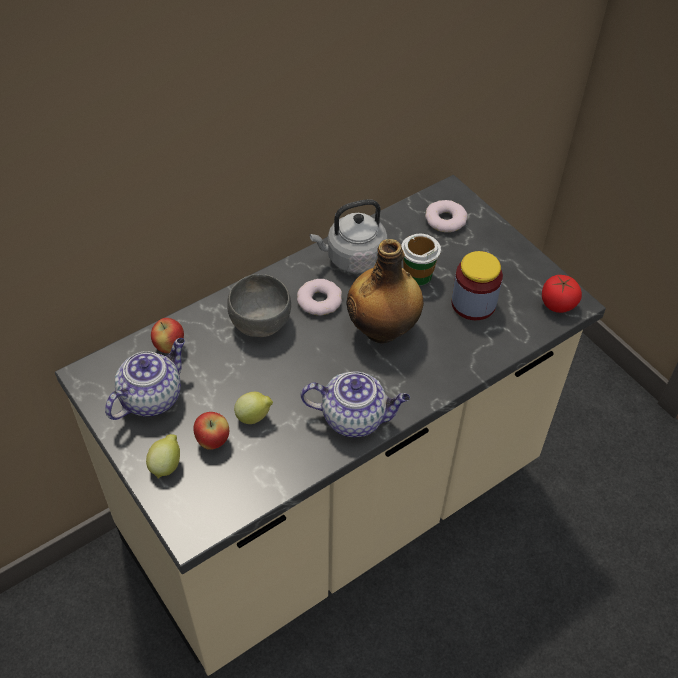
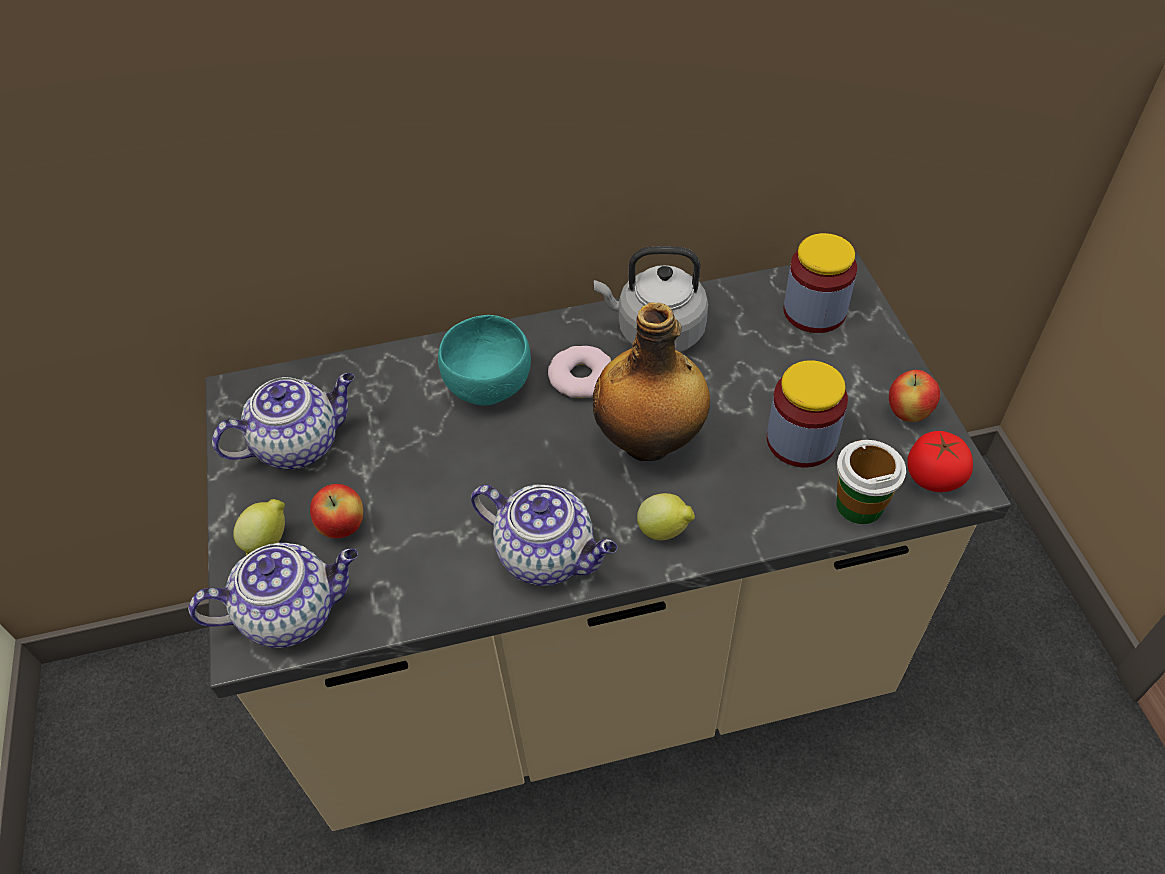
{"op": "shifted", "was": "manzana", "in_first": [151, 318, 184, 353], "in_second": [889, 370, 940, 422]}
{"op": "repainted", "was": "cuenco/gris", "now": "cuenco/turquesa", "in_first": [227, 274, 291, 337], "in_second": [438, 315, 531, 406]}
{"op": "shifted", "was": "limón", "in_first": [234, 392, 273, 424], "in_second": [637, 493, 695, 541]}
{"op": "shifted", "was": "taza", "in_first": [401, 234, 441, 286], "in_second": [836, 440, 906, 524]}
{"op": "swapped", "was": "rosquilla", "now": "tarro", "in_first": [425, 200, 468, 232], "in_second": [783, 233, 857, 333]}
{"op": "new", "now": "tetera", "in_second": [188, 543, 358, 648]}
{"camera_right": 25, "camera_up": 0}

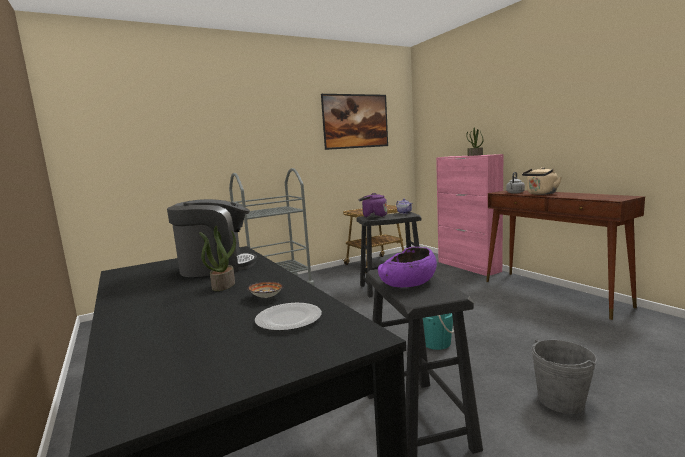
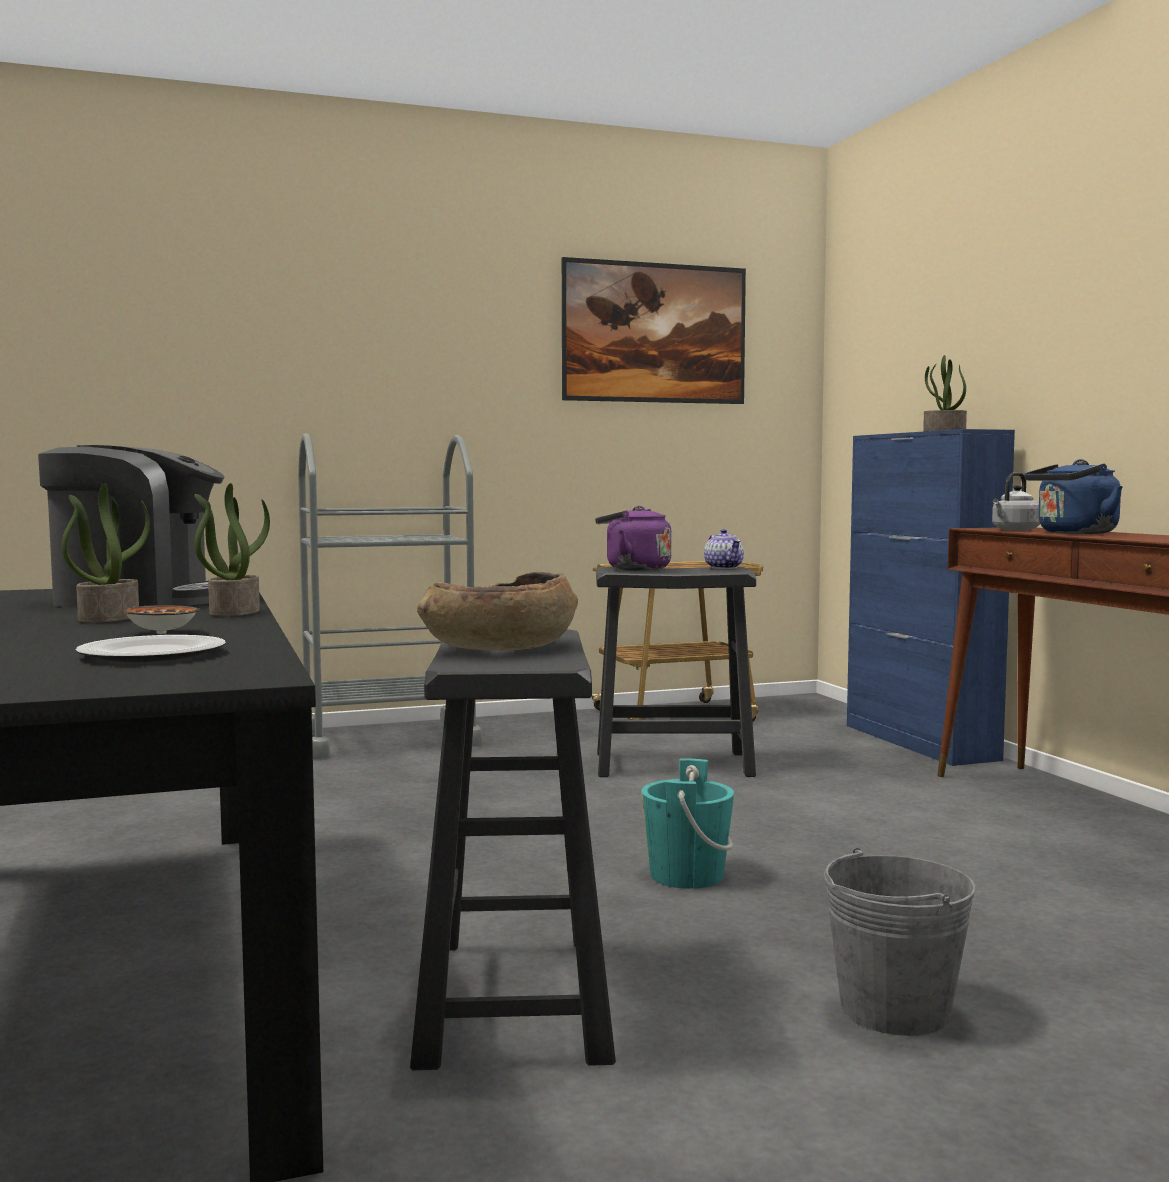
{"op": "repainted", "was": "cuenco/morado", "now": "cuenco/marrón", "in_first": [378, 247, 437, 287], "in_second": [417, 572, 578, 651]}
{"op": "repainted", "was": "armario/rosa", "now": "armario/azul", "in_first": [436, 154, 504, 276], "in_second": [847, 429, 1015, 766]}
{"op": "repainted", "was": "hervidor/beis", "now": "hervidor/azul", "in_first": [522, 167, 562, 195], "in_second": [1024, 459, 1123, 534]}
{"op": "new", "now": "planta en maceta", "in_second": [194, 483, 270, 617]}
{"camera_right": 10, "camera_up": -5}

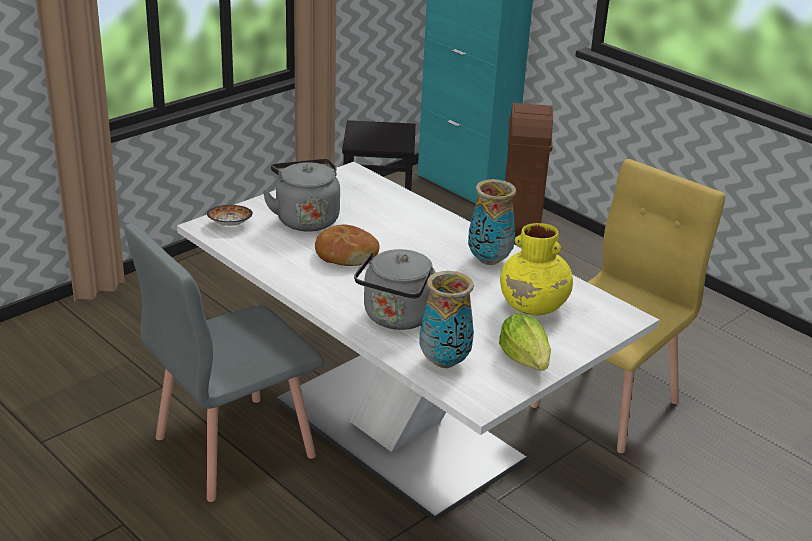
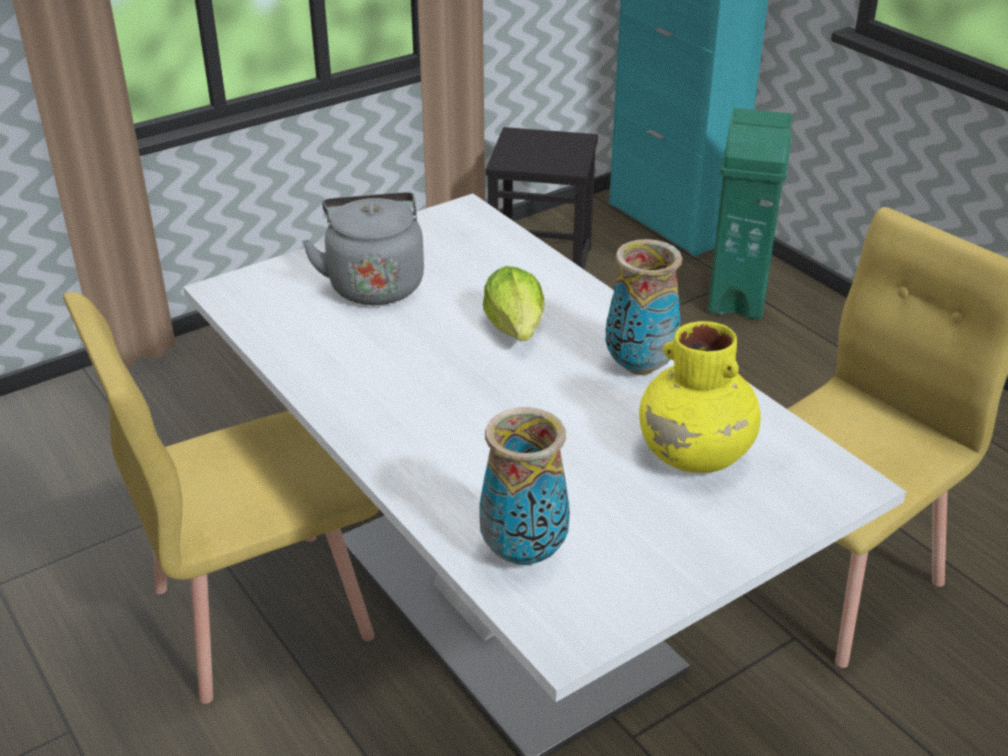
{"op": "repainted", "was": "silla/gris", "now": "silla/amarillo", "in_first": [124, 224, 325, 502], "in_second": [63, 292, 379, 704]}
{"op": "gone", "was": "cuenco", "in_first": [207, 205, 253, 226]}
{"op": "gone", "was": "pan", "in_first": [315, 225, 380, 266]}
{"op": "gone", "was": "hervidor/gris", "in_first": [354, 249, 436, 330]}
{"op": "shifted", "was": "lechuga", "in_first": [499, 314, 551, 371], "in_second": [483, 266, 545, 341]}
{"op": "repainted", "was": "papelera/marrón", "now": "papelera/verde", "in_first": [505, 103, 553, 245], "in_second": [708, 108, 793, 320]}
{"camera_right": 10, "camera_up": 5}

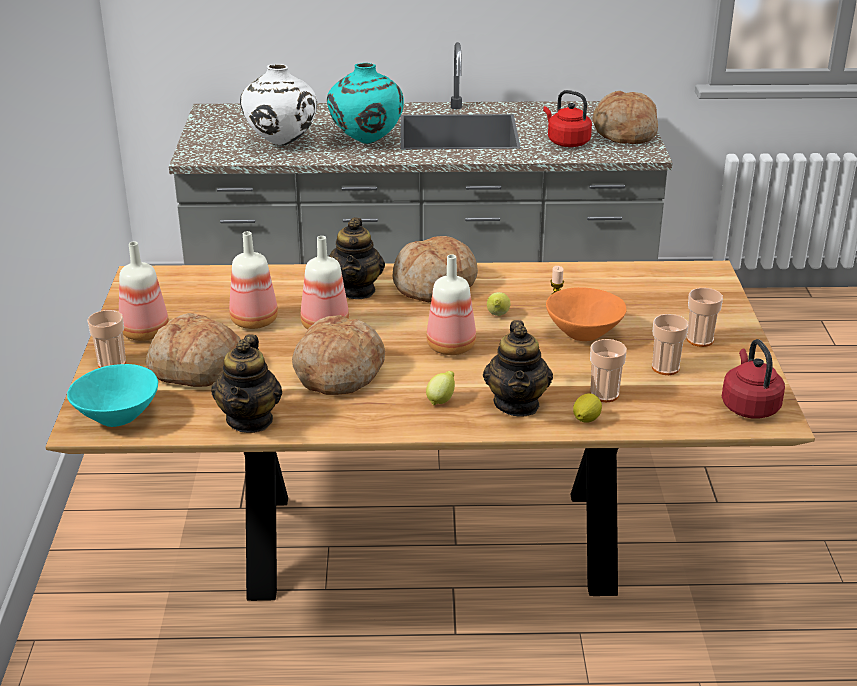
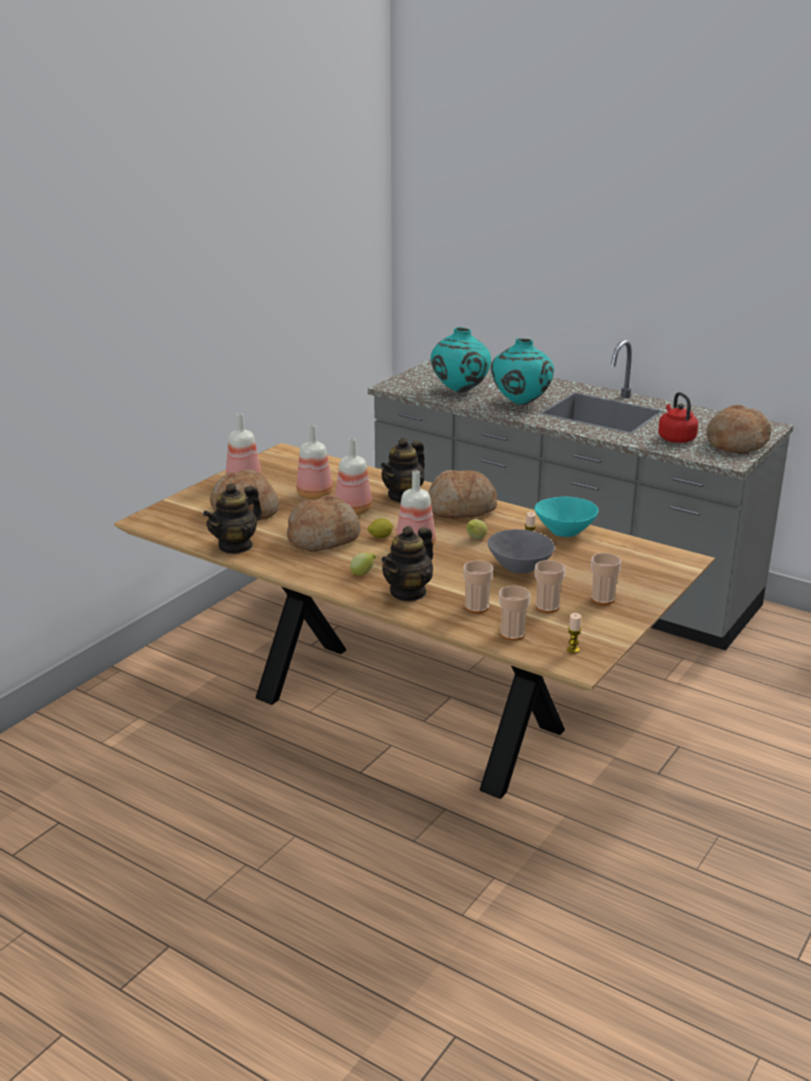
{"op": "shifted", "was": "cuenco/turquesa", "in_first": [67, 364, 158, 427], "in_second": [534, 497, 598, 537]}
{"op": "shifted", "was": "taza", "in_first": [87, 310, 126, 368], "in_second": [499, 586, 530, 641]}
{"op": "repainted", "was": "florero/blanco", "now": "florero/turquesa", "in_first": [240, 64, 317, 146], "in_second": [431, 327, 491, 393]}
{"op": "repainted", "was": "cuenco/naranja", "now": "cuenco/gris", "in_first": [546, 287, 627, 341], "in_second": [488, 529, 555, 574]}
{"op": "shifted", "was": "limón", "in_first": [573, 393, 602, 423], "in_second": [368, 518, 393, 538]}
{"op": "swapped", "was": "hervidor/rojo", "now": "vela", "in_first": [722, 339, 785, 419], "in_second": [566, 613, 582, 653]}
{"camera_right": 35, "camera_up": -5}

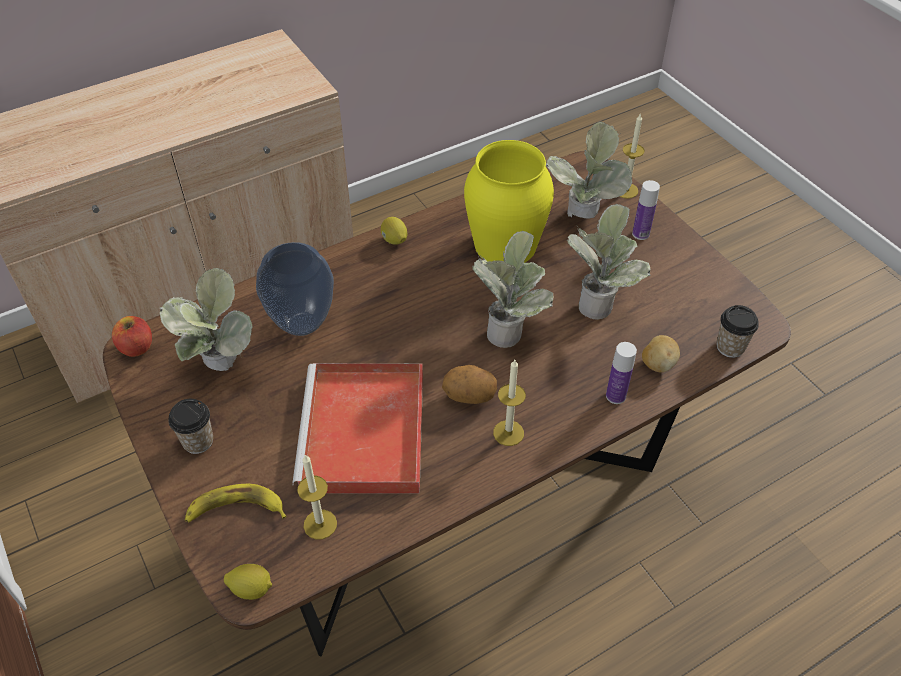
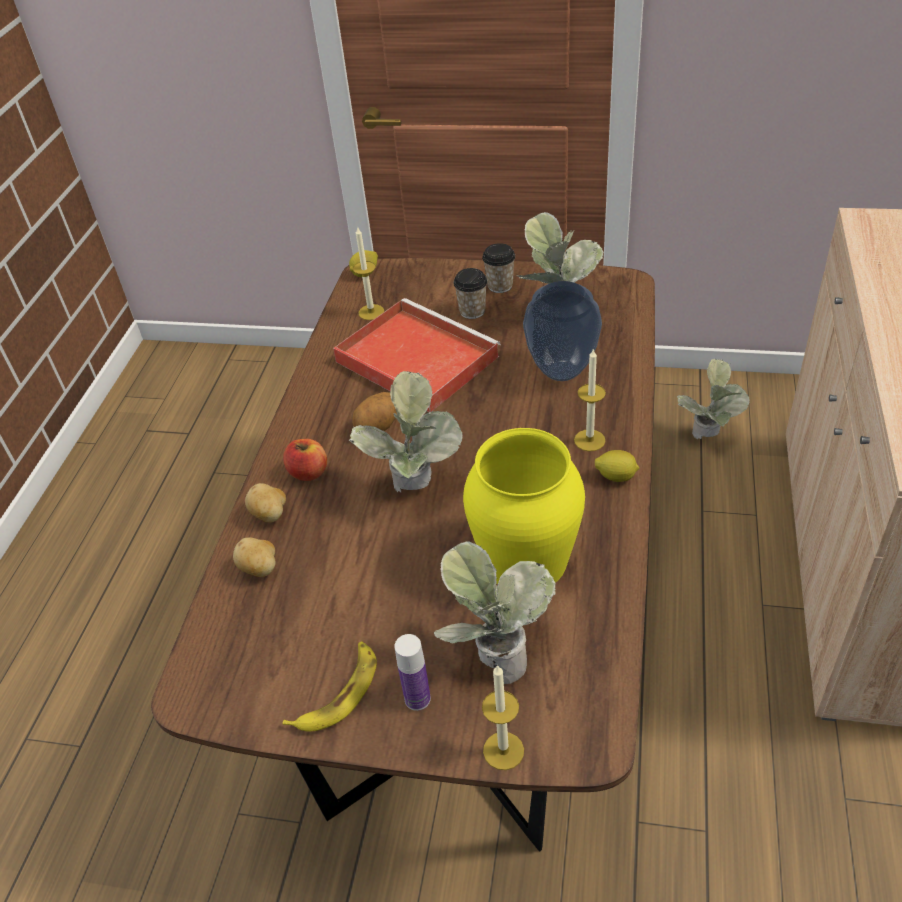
{"op": "shifted", "was": "manzana", "in_first": [112, 316, 152, 357], "in_second": [283, 439, 327, 481]}
{"op": "shifted", "was": "plátano", "in_first": [185, 484, 287, 522], "in_second": [282, 641, 377, 732]}
{"op": "shifted", "was": "vela", "in_first": [493, 360, 526, 446], "in_second": [574, 348, 606, 451]}
{"op": "shifted", "was": "planta en maceta", "in_first": [567, 204, 651, 319], "in_second": [677, 359, 750, 439]}
{"op": "swapped", "was": "botella", "now": "patata", "in_first": [606, 342, 637, 404], "in_second": [245, 483, 286, 523]}
{"op": "shifted", "was": "taza", "in_first": [716, 305, 759, 358], "in_second": [453, 268, 488, 319]}
{"camera_right": 135, "camera_up": -5}

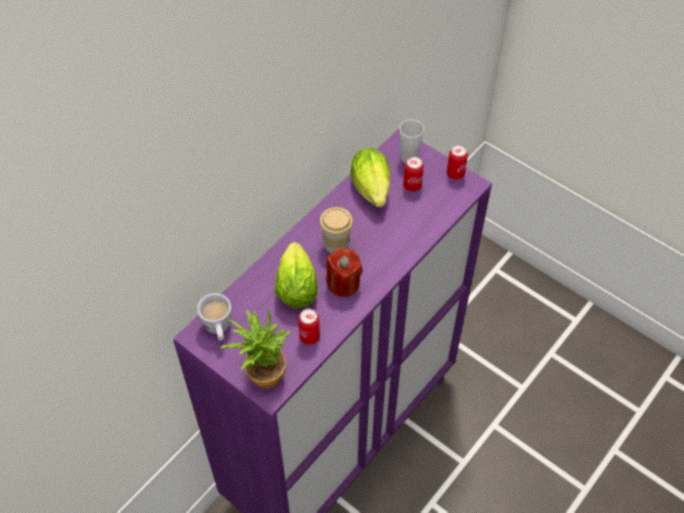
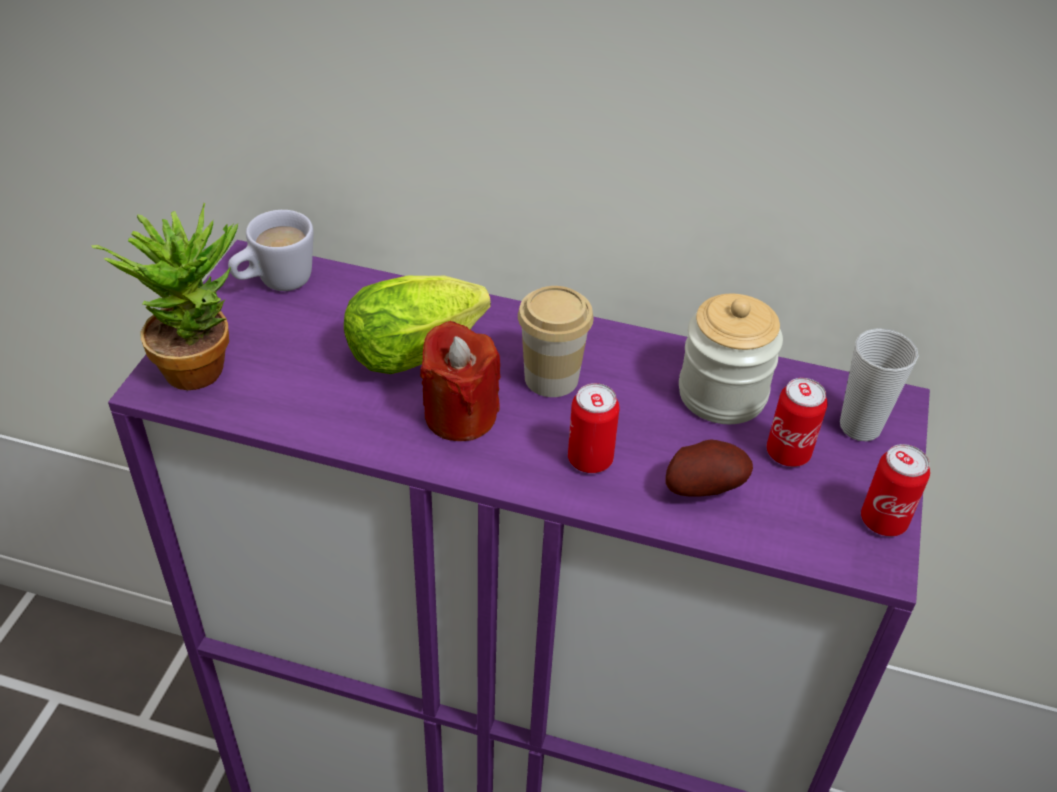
{"op": "shifted", "was": "lata", "in_first": [298, 309, 320, 345], "in_second": [568, 383, 620, 473]}
{"op": "swapped", "was": "lechuga", "now": "tarro", "in_first": [350, 148, 390, 207], "in_second": [679, 294, 783, 424]}
{"op": "new", "now": "patata", "in_second": [665, 439, 753, 497]}
{"camera_right": 65, "camera_up": -10}

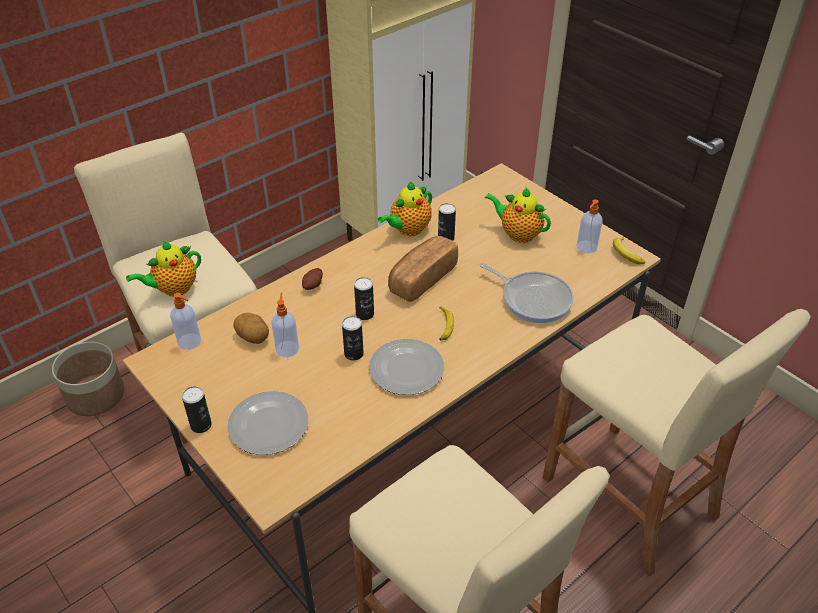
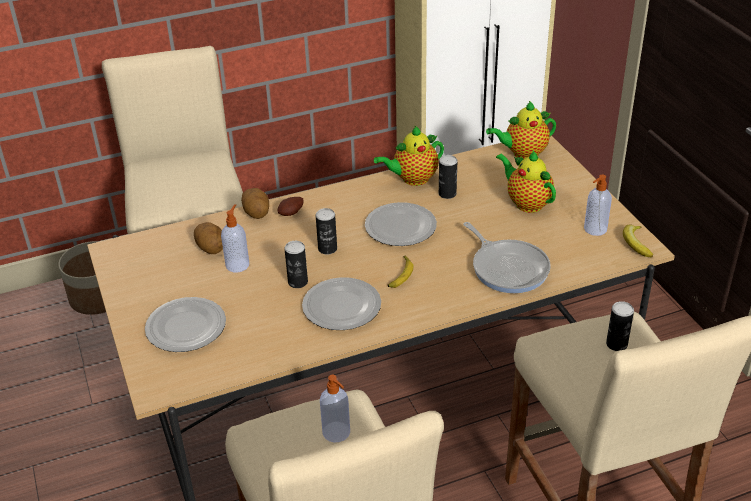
{"op": "shifted", "was": "tetera", "in_first": [126, 241, 201, 297], "in_second": [486, 101, 556, 159]}
{"op": "shifted", "was": "dispensador de jabón", "in_first": [170, 293, 201, 350], "in_second": [320, 375, 350, 443]}
{"op": "shifted", "was": "lata", "in_first": [182, 386, 212, 433], "in_second": [606, 301, 634, 351]}
{"op": "swapped", "was": "pan", "now": "plato", "in_first": [388, 236, 458, 302], "in_second": [365, 202, 437, 246]}
{"op": "new", "now": "patata", "in_second": [241, 188, 269, 219]}
{"camera_right": 20, "camera_up": -5}

